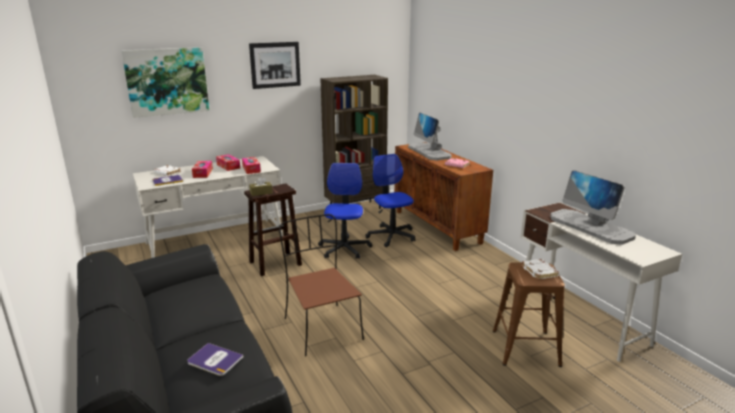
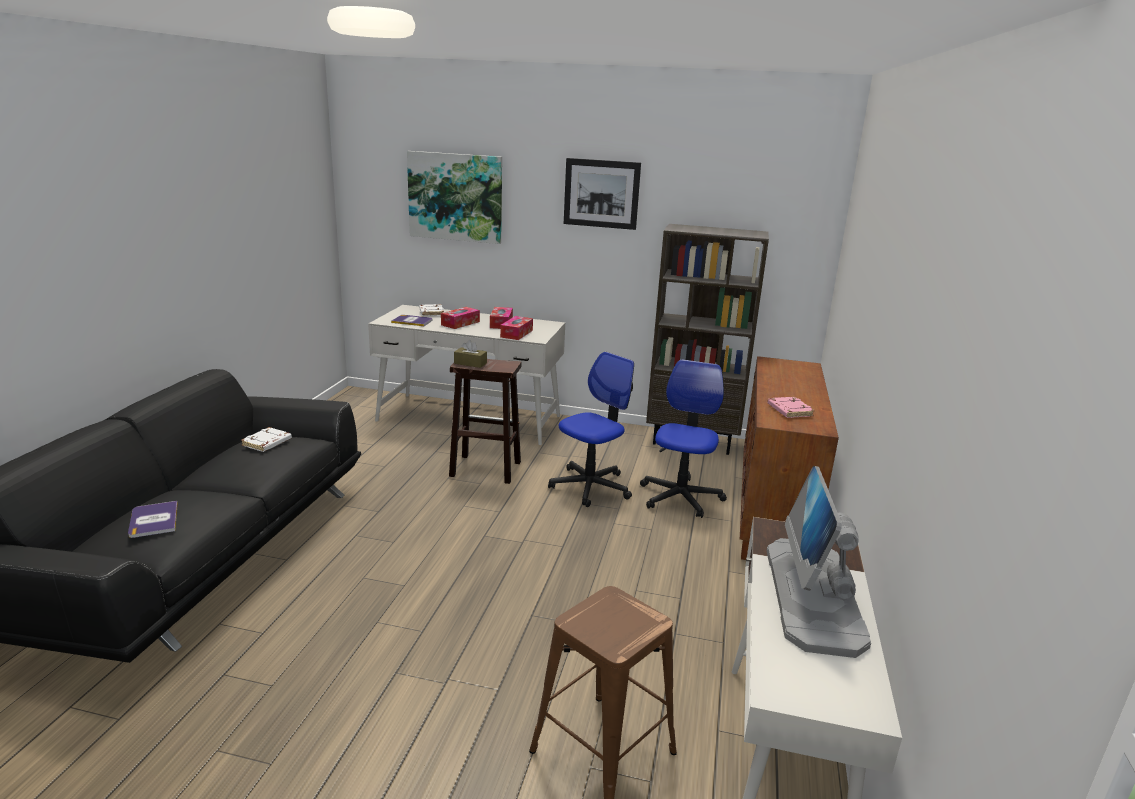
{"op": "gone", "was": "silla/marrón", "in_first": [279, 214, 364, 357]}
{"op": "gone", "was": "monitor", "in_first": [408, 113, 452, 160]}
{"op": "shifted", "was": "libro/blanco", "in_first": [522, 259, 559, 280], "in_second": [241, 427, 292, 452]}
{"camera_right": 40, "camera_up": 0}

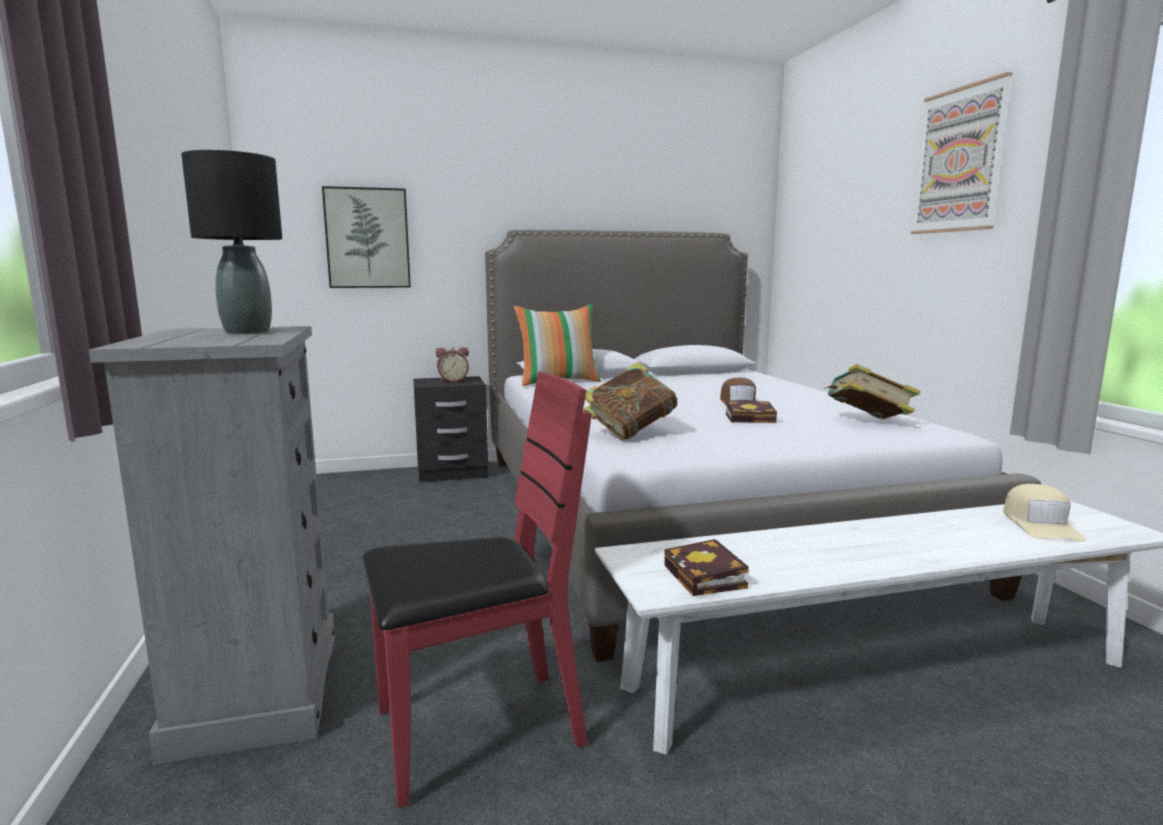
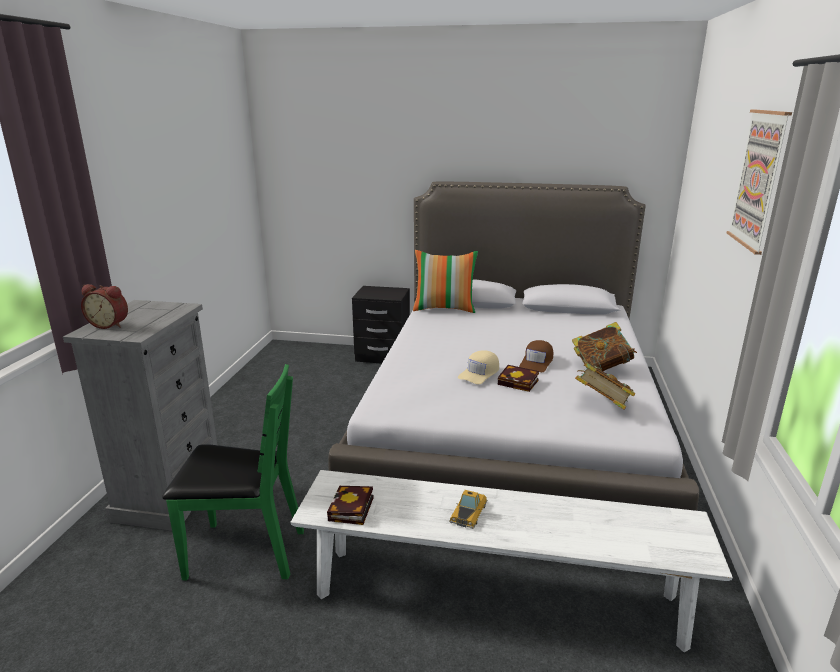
{"op": "gone", "was": "lámpara de mesa/negro", "in_first": [181, 150, 282, 334]}
{"op": "gone", "was": "cuadro", "in_first": [322, 186, 411, 288]}
{"op": "repainted", "was": "silla/rojo", "now": "silla/verde", "in_first": [363, 371, 592, 808], "in_second": [162, 364, 304, 580]}
{"op": "shifted", "was": "despertador", "in_first": [436, 347, 469, 382], "in_second": [81, 284, 128, 329]}
{"op": "shifted", "was": "libro", "in_first": [584, 362, 678, 441], "in_second": [572, 322, 637, 371]}
{"op": "shifted", "was": "gorra/beis", "in_first": [1003, 484, 1086, 542], "in_second": [458, 350, 499, 384]}
{"op": "new", "now": "coche de juguete", "in_second": [449, 490, 487, 529]}
{"camera_right": 25, "camera_up": 10}

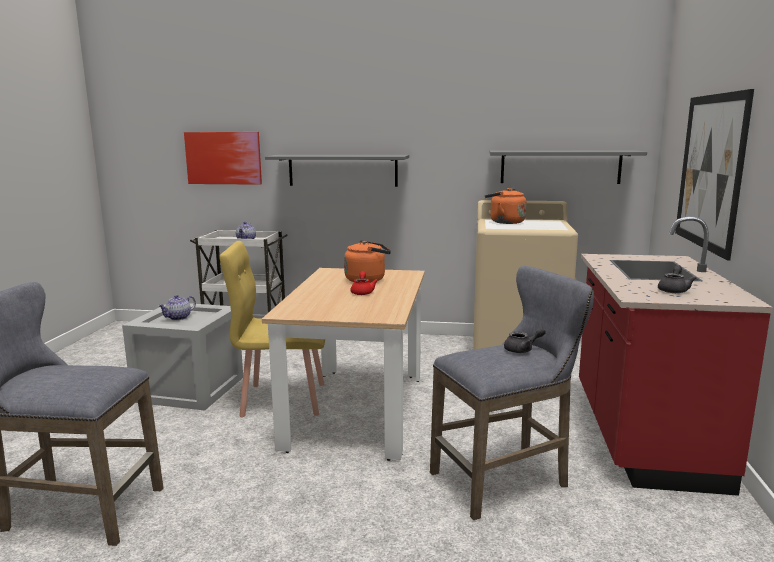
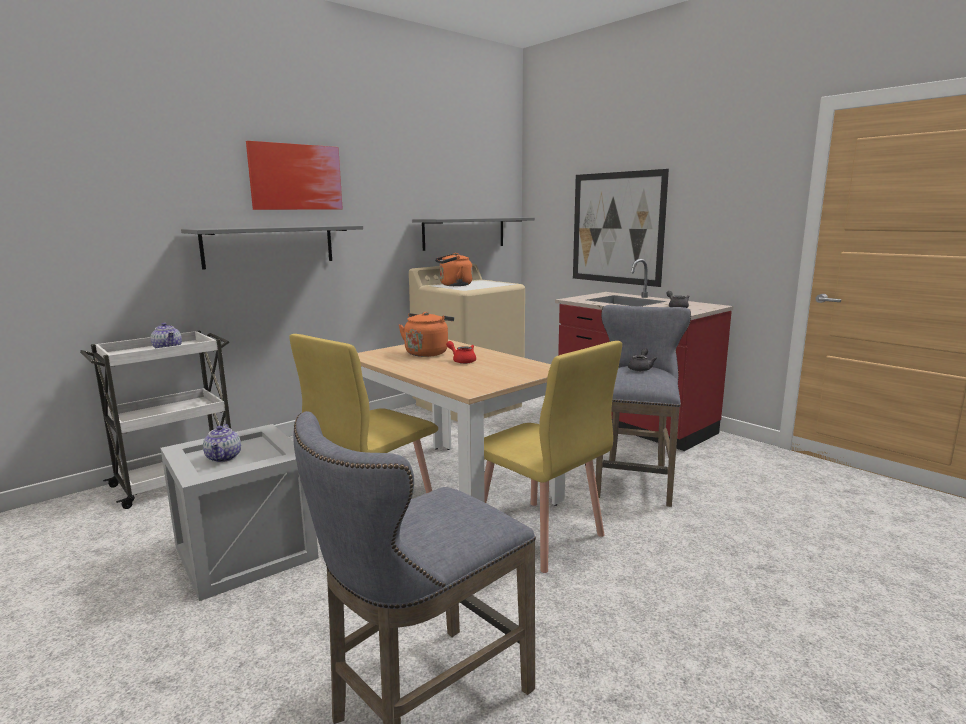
{"op": "shifted", "was": "cuadro", "in_first": [184, 132, 262, 185], "in_second": [246, 141, 343, 210]}
{"op": "new", "now": "silla/amarillo", "in_second": [484, 341, 622, 573]}
{"camera_right": -50, "camera_up": 0}

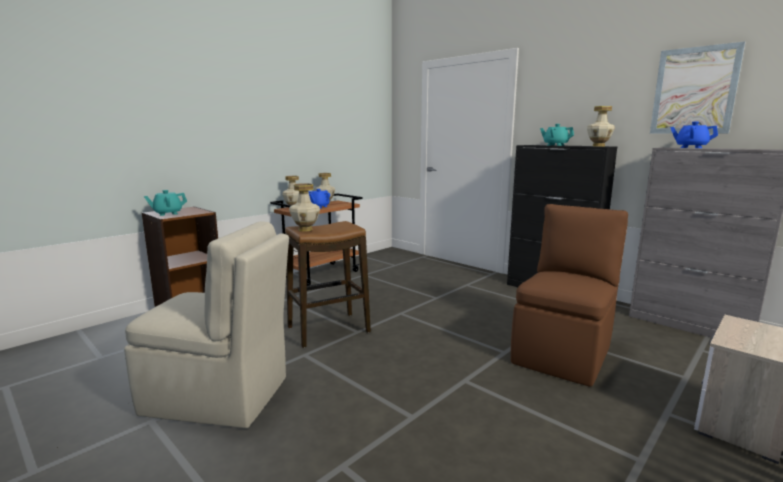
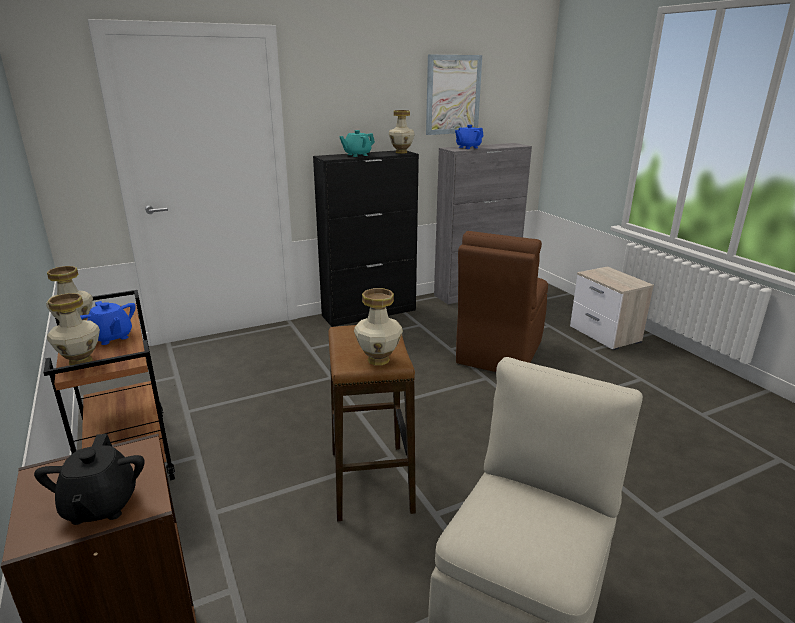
{"op": "repainted", "was": "tetera/turquesa", "now": "tetera/negro", "in_first": [144, 190, 187, 216], "in_second": [34, 434, 145, 525]}
{"op": "rotated", "was": "silla/marrón", "in_first": [511, 204, 628, 387], "in_second": [456, 231, 548, 372], "clockwise": -120}
{"camera_right": -70, "camera_up": 10}

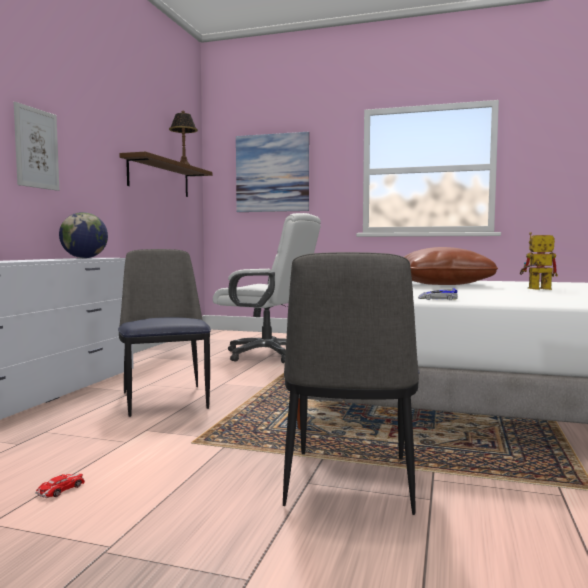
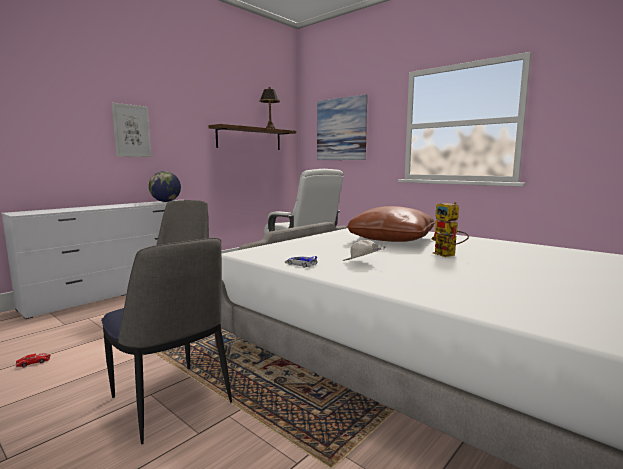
{"op": "rotated", "was": "silla", "in_first": [283, 252, 419, 515], "in_second": [101, 238, 232, 444], "clockwise": -75}
{"op": "rotated", "was": "robot de juguete", "in_first": [520, 232, 558, 290], "in_second": [431, 202, 469, 257], "clockwise": -150}
{"op": "new", "now": "gorra/blanco", "in_second": [343, 240, 385, 261]}
{"camera_right": 25, "camera_up": 5}

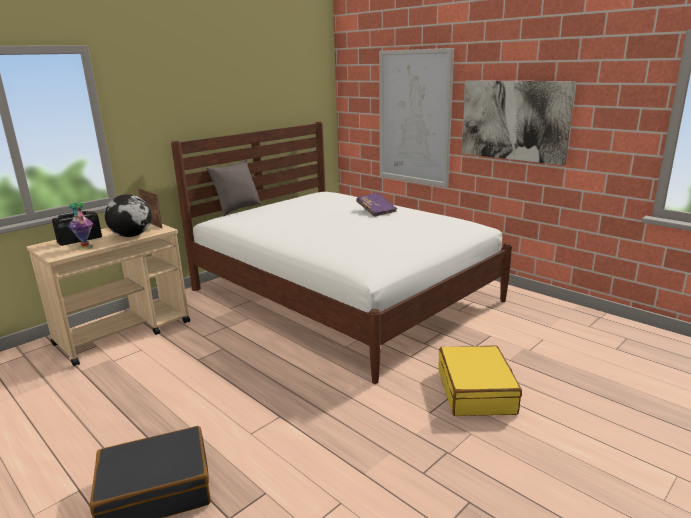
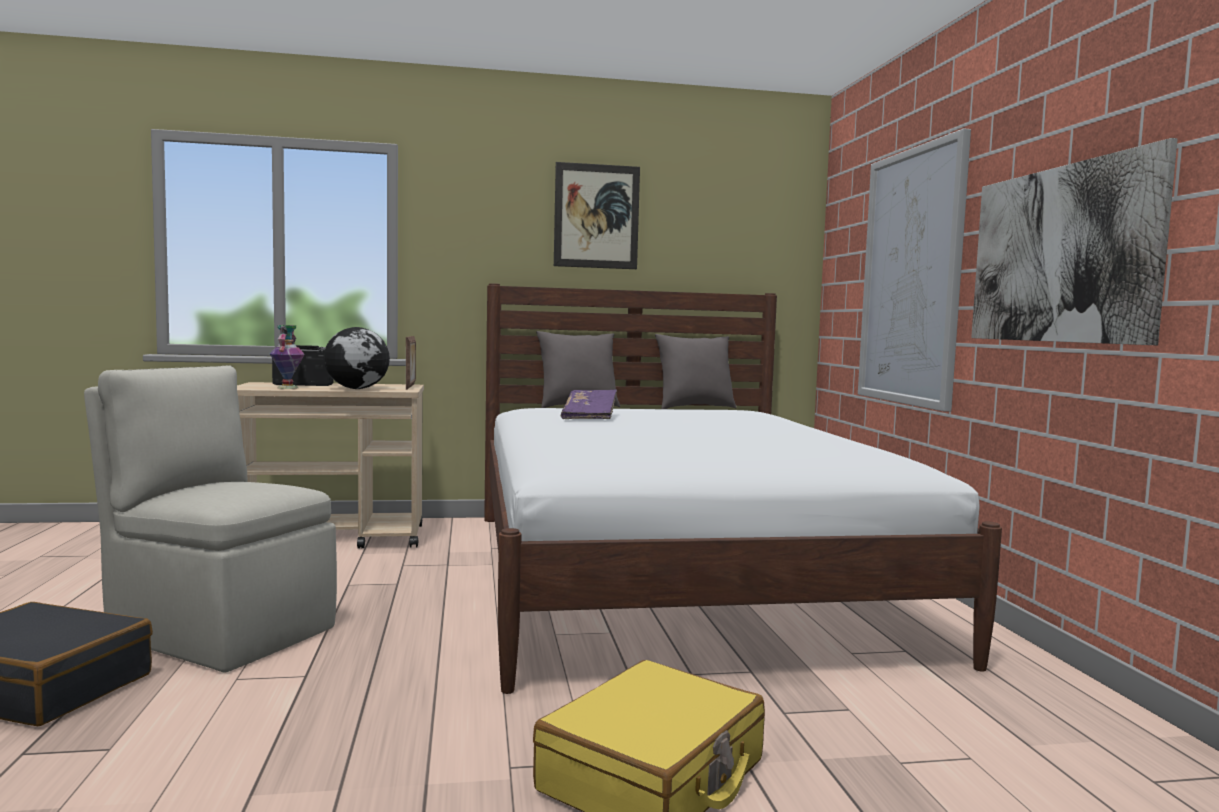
{"op": "shifted", "was": "libro/morado", "in_first": [356, 192, 397, 217], "in_second": [561, 390, 617, 419]}
{"op": "new", "now": "silla/beis", "in_second": [84, 365, 337, 673]}
{"op": "new", "now": "cuadro", "in_second": [554, 162, 640, 269]}
{"op": "new", "now": "cojín/gris", "in_second": [655, 334, 737, 409]}
{"camera_right": 35, "camera_up": -15}

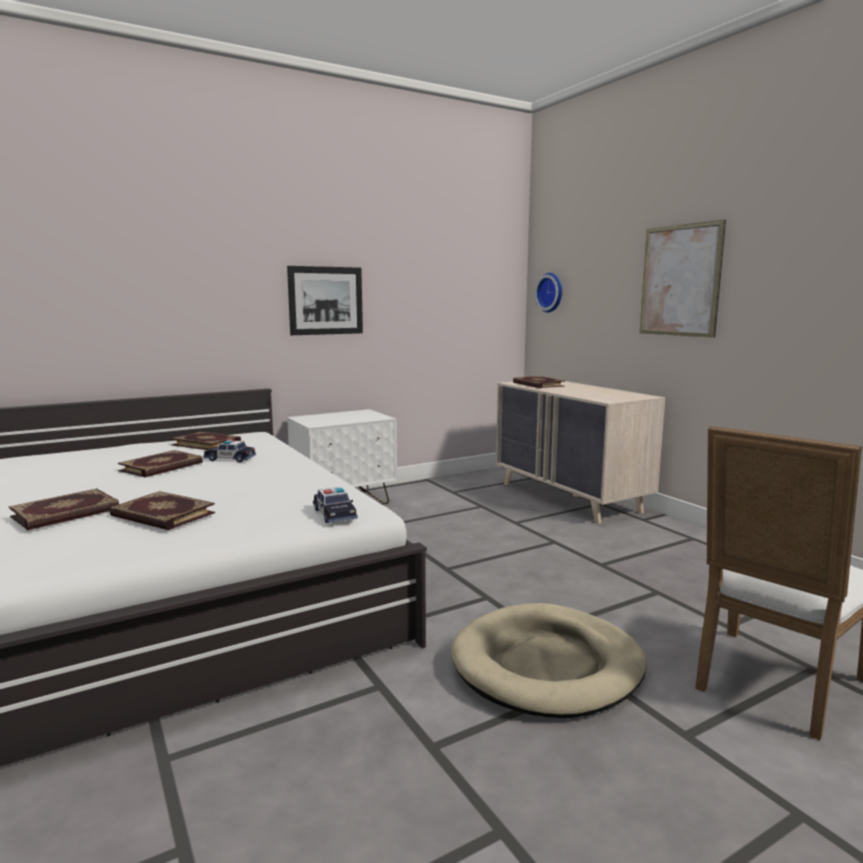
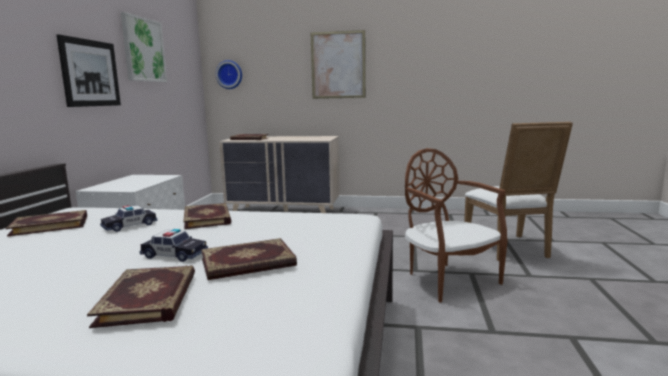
{"op": "shifted", "was": "libro", "in_first": [118, 450, 203, 477], "in_second": [183, 203, 231, 229]}
{"op": "shifted", "was": "coche de juguete", "in_first": [313, 487, 358, 523], "in_second": [139, 229, 208, 262]}
{"op": "swapped", "was": "cama para perro/beis", "now": "silla/marrón", "in_first": [451, 603, 647, 718], "in_second": [405, 148, 508, 303]}
{"op": "new", "now": "cuadro", "in_second": [121, 12, 167, 82]}
{"camera_right": -50, "camera_up": 0}

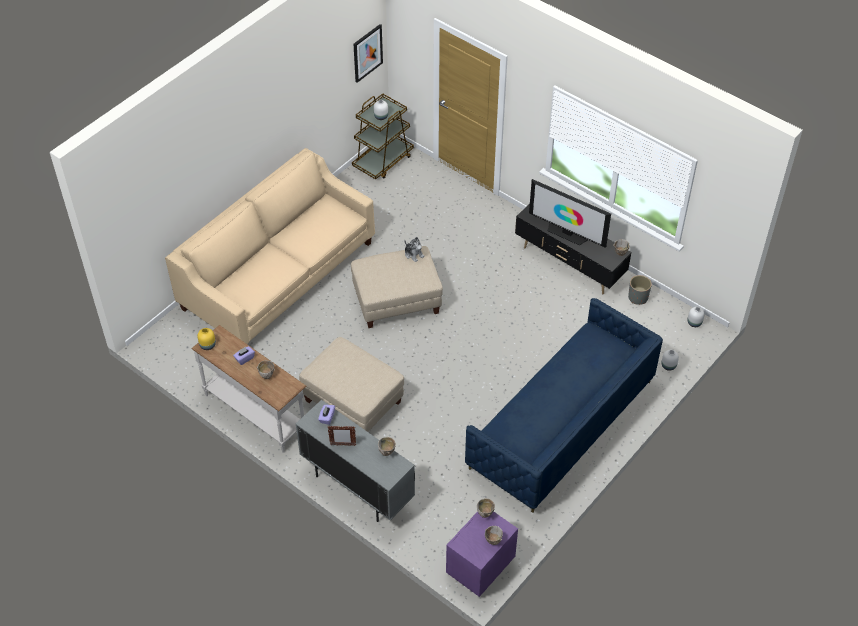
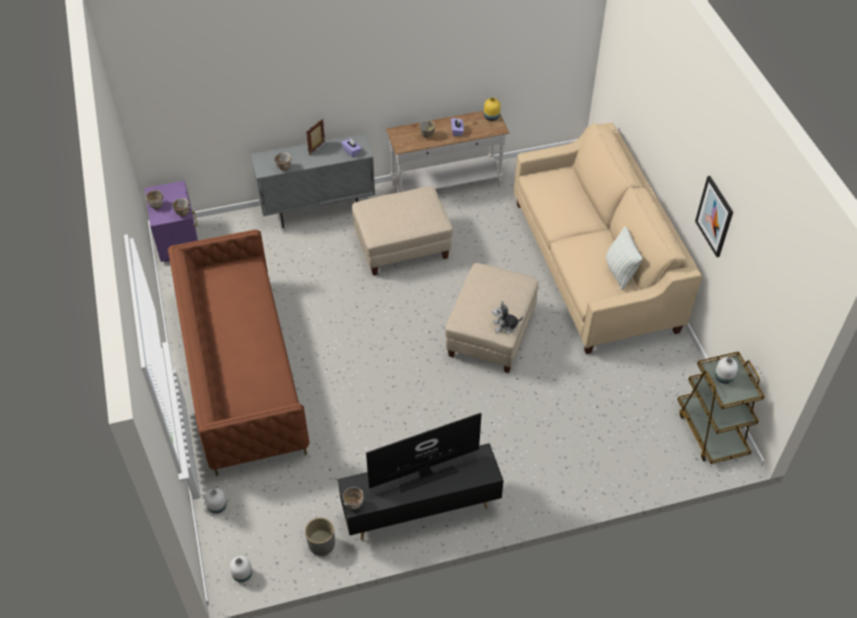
{"op": "shifted", "was": "cuadro", "in_first": [353, 24, 383, 83], "in_second": [695, 176, 733, 257]}
{"op": "repainted", "was": "sofá/azul", "now": "sofá/marrón", "in_first": [465, 298, 663, 513], "in_second": [168, 230, 310, 476]}
{"op": "new", "now": "cojín", "in_second": [605, 226, 643, 290]}
{"camera_right": 125, "camera_up": 0}

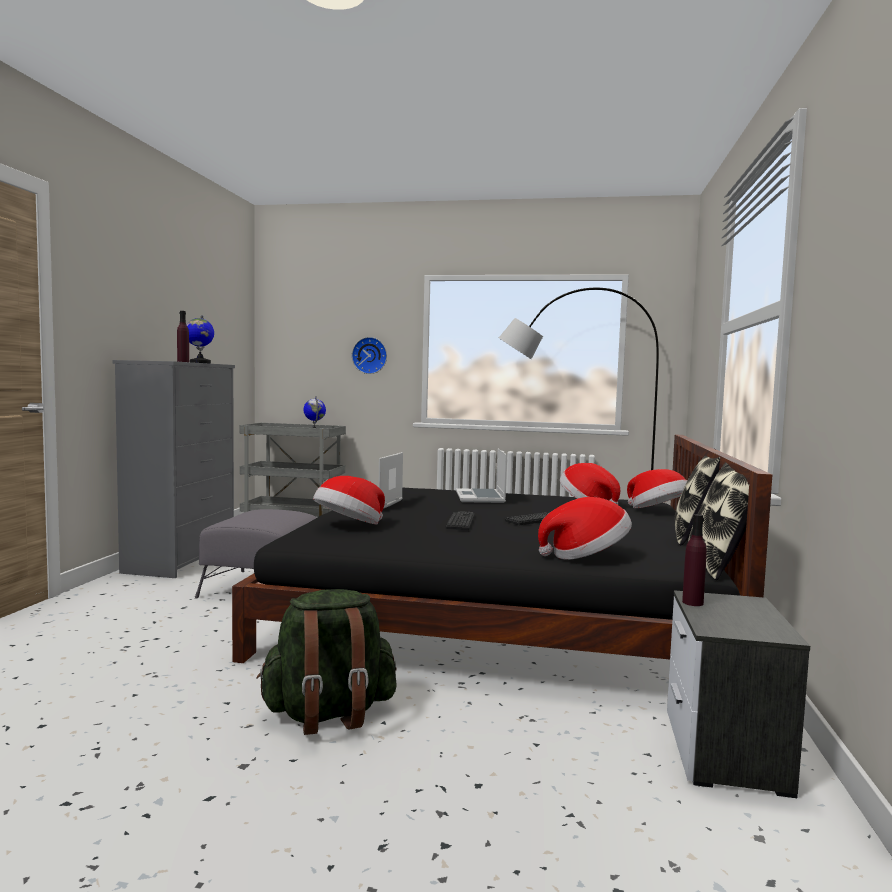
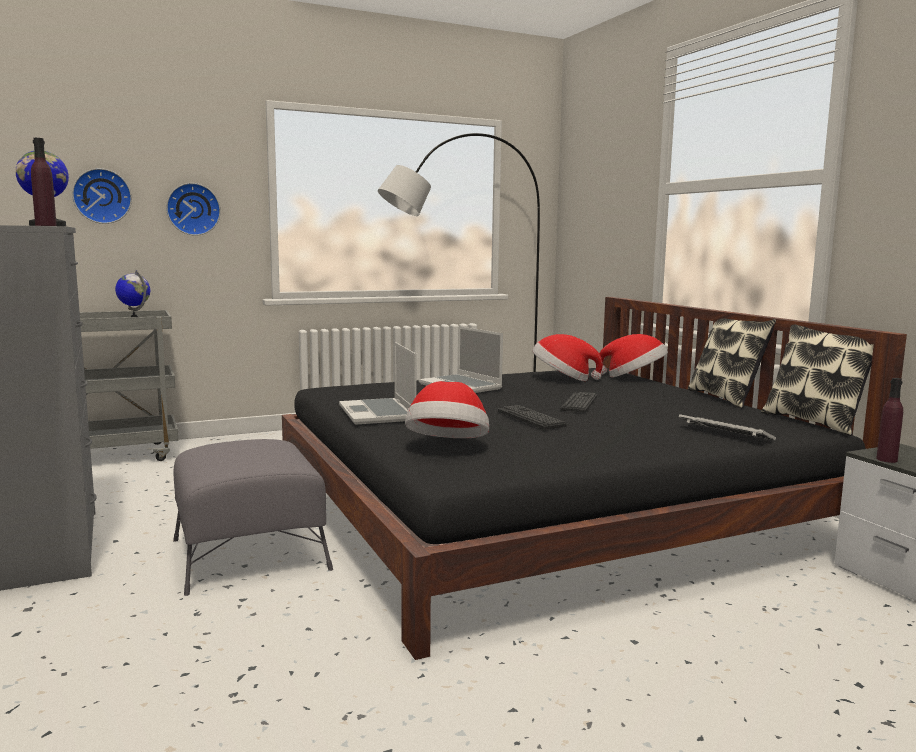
{"op": "gone", "was": "mochila/verde", "in_first": [257, 589, 397, 735]}
{"op": "swapped", "was": "sombrero", "now": "teclado", "in_first": [538, 497, 632, 560], "in_second": [679, 414, 776, 440]}
{"op": "new", "now": "reloj de pared", "in_second": [72, 168, 132, 224]}
{"camera_right": -35, "camera_up": 5}

